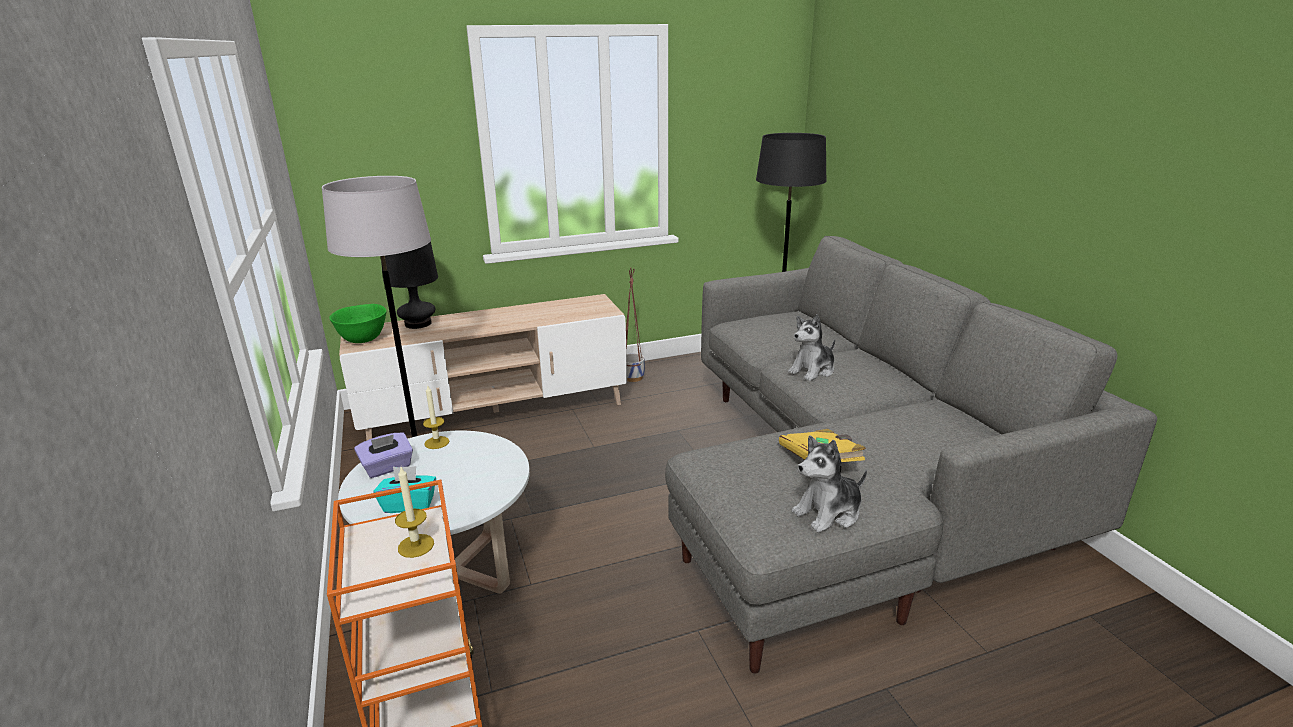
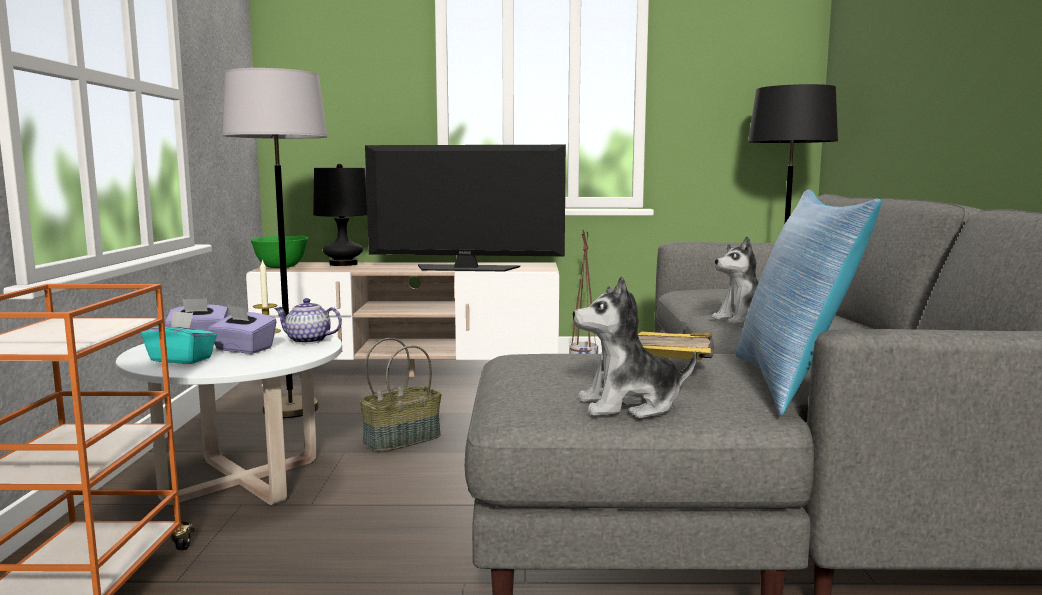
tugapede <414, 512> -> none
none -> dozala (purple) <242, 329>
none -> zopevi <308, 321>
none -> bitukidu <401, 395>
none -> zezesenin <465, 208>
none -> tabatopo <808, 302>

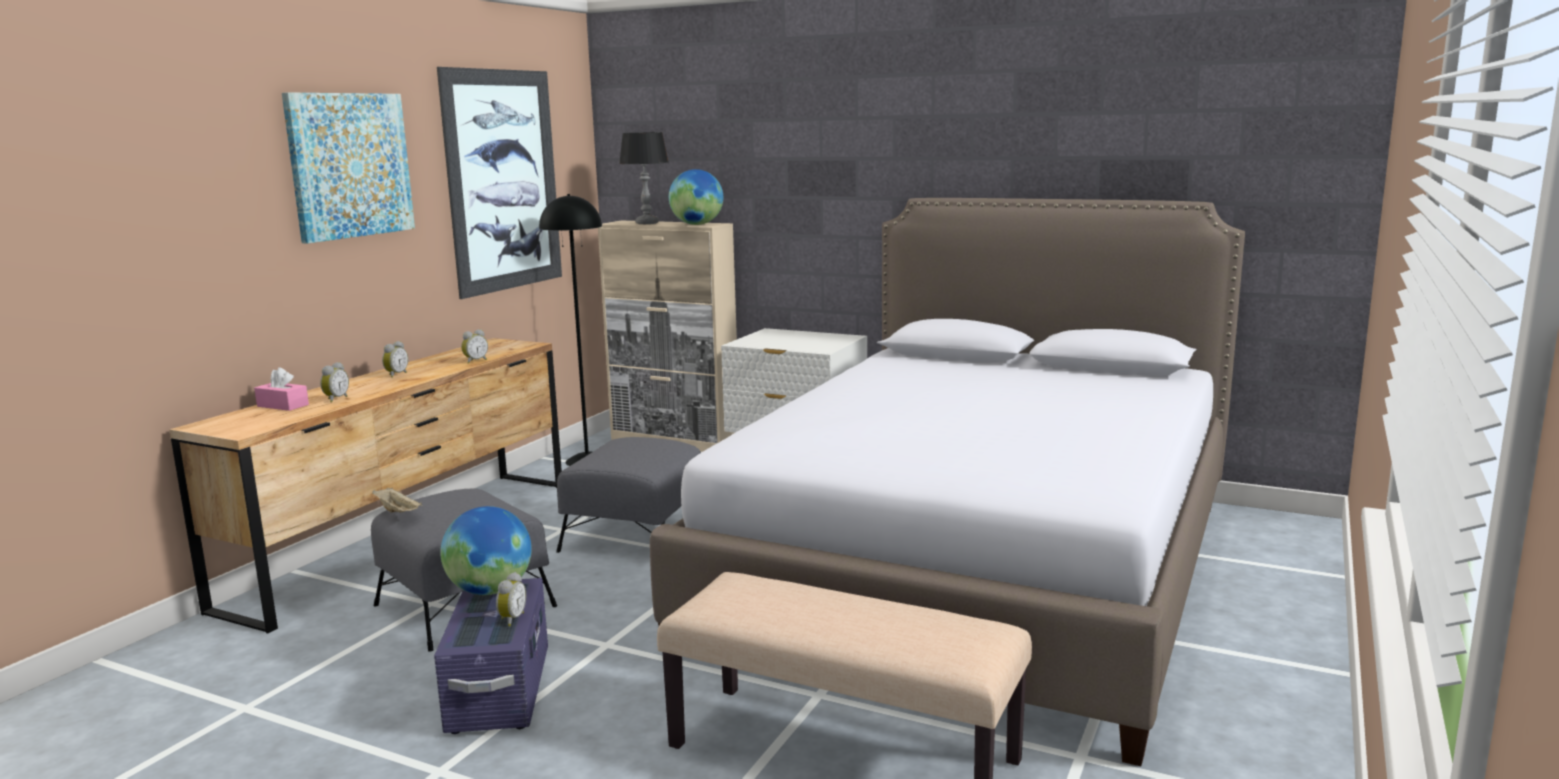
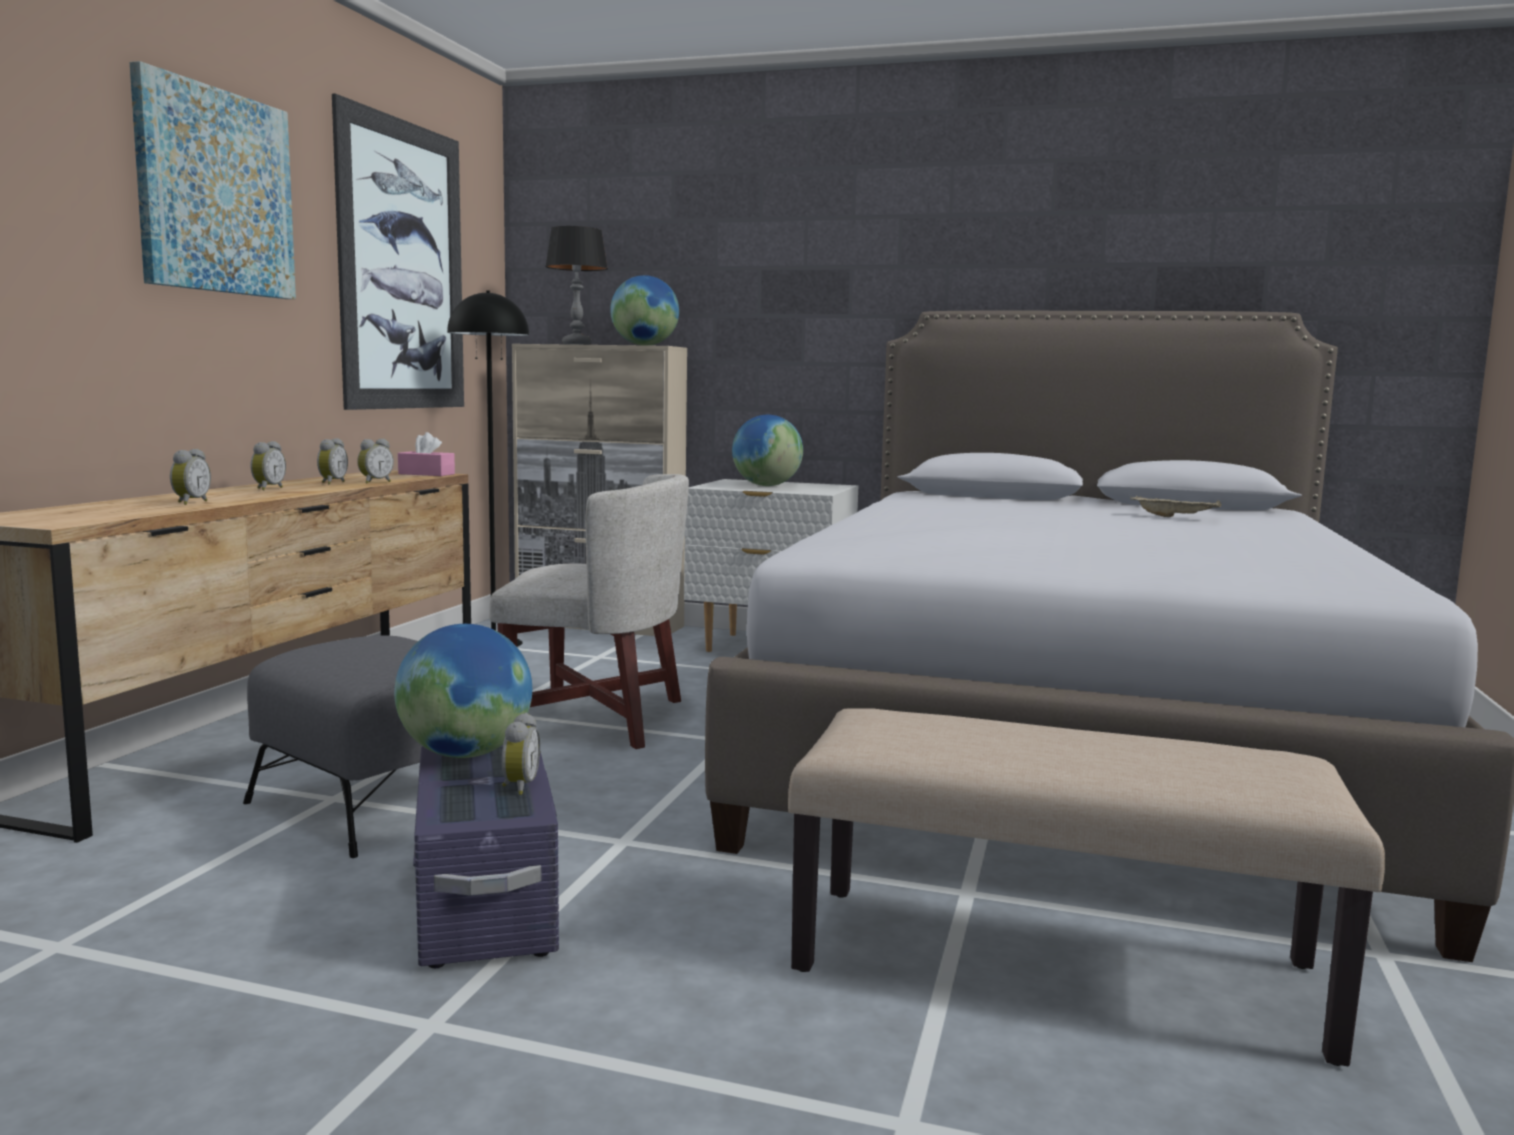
dozala (pink) <281, 389> -> dozala (pink) <426, 454>, moved
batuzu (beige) <397, 500> -> batuzu (beige) <1175, 506>, moved
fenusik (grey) <628, 495> -> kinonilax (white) <589, 611>
none -> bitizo <332, 461>
none -> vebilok <767, 450>

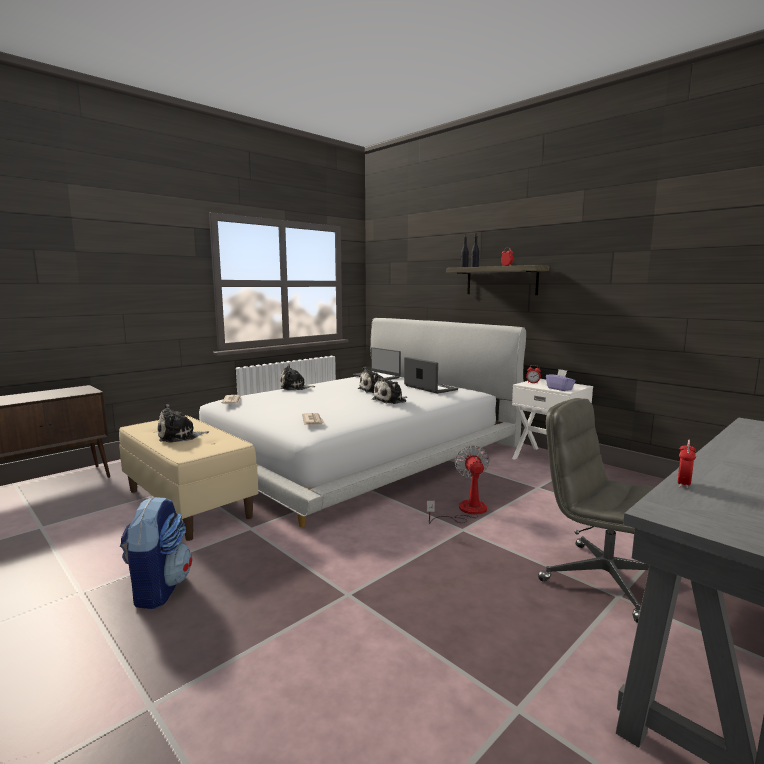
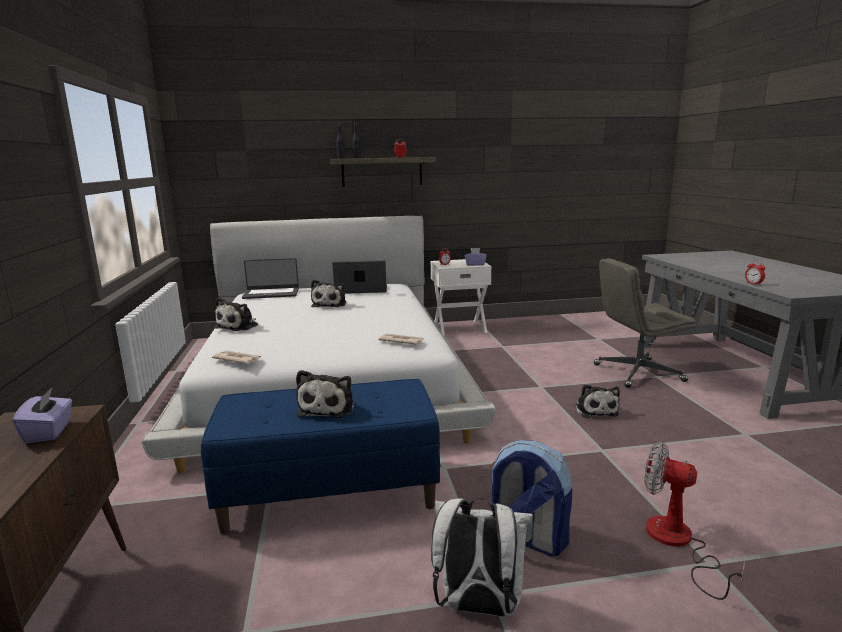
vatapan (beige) <188, 478> -> vatapan (blue) <320, 456>
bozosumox <389, 389> -> bozosumox <597, 401>, moved
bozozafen <458, 484> -> bozozafen <695, 521>, moved
none -> dozala (purple) <42, 415>
none -> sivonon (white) <482, 557>

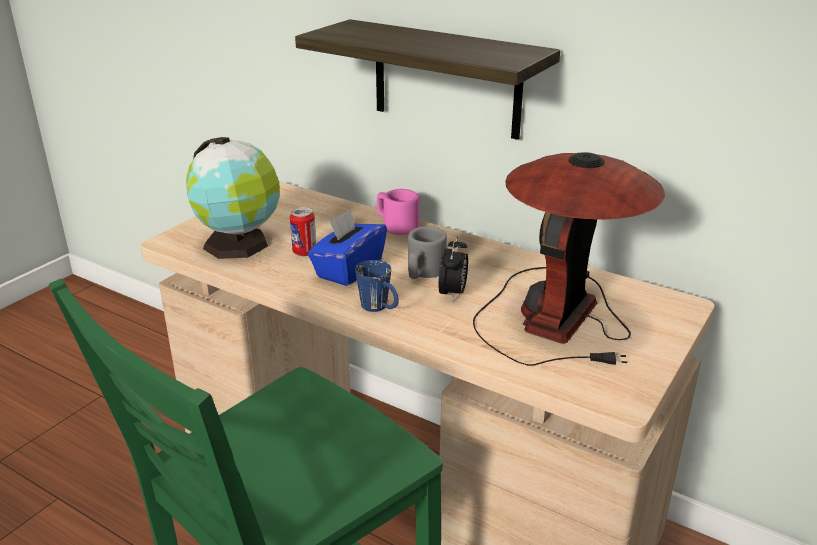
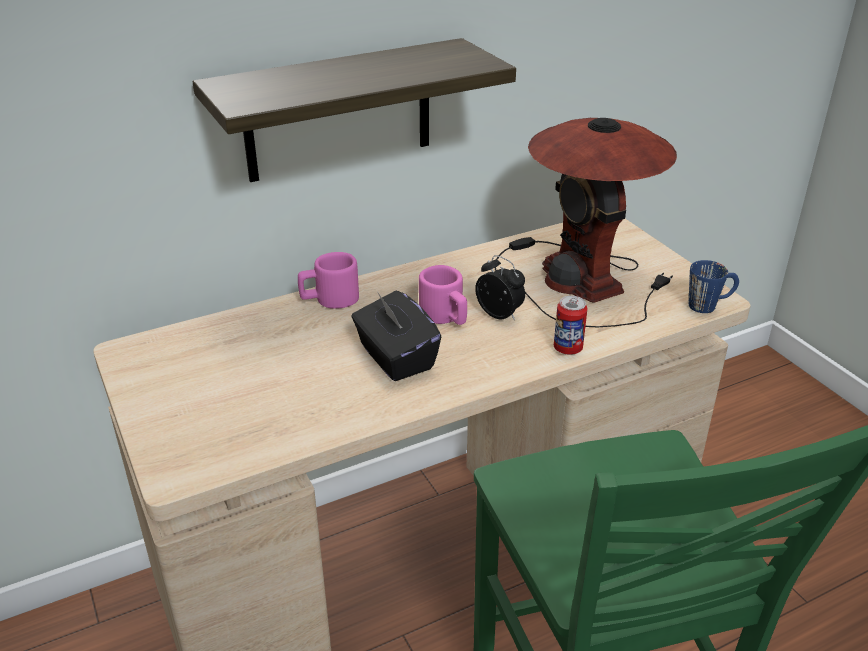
vebilok <233, 198> -> none
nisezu <303, 231> -> nisezu <570, 325>, moved
dozala (blue) <347, 247> -> dozala (black) <396, 336>
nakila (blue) <377, 286> -> nakila (blue) <714, 286>, moved
nakila (grey) <427, 252> -> nakila (pink) <443, 295>

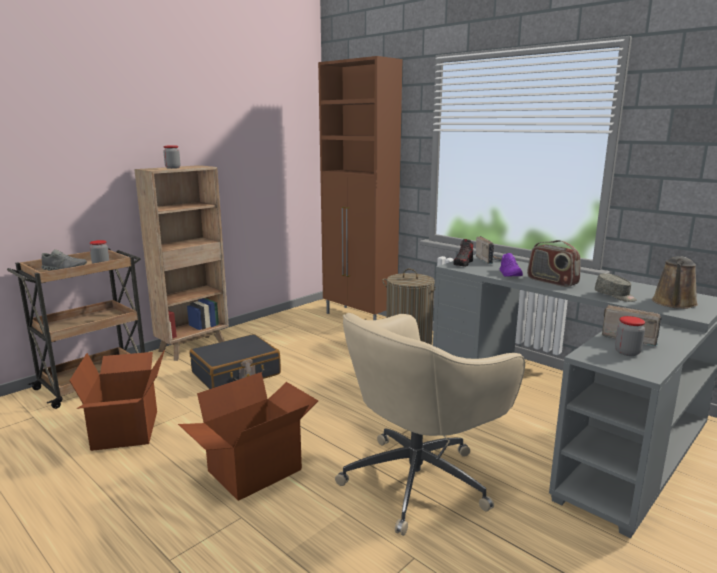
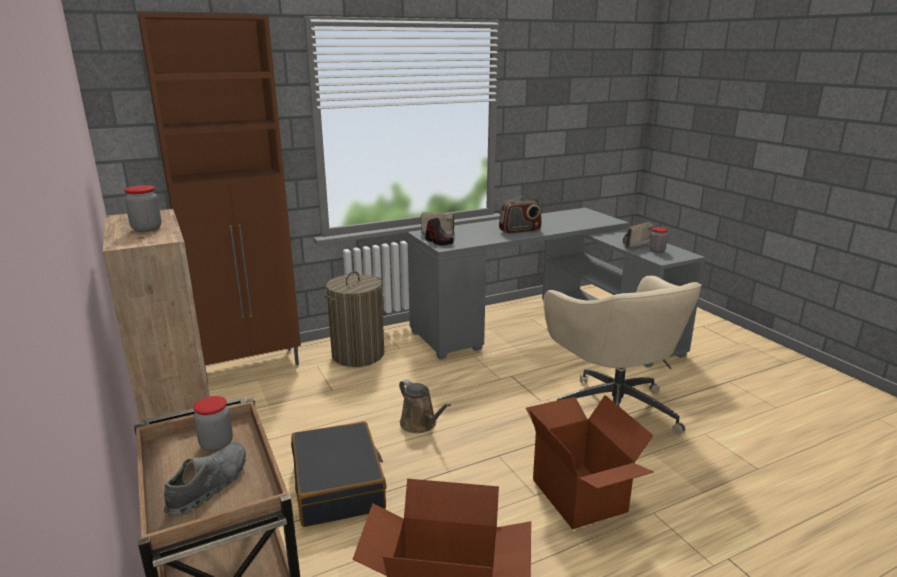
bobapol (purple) <511, 265> -> none
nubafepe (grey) <616, 287> -> none
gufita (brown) <675, 283> -> gufita (brown) <425, 406>, moved

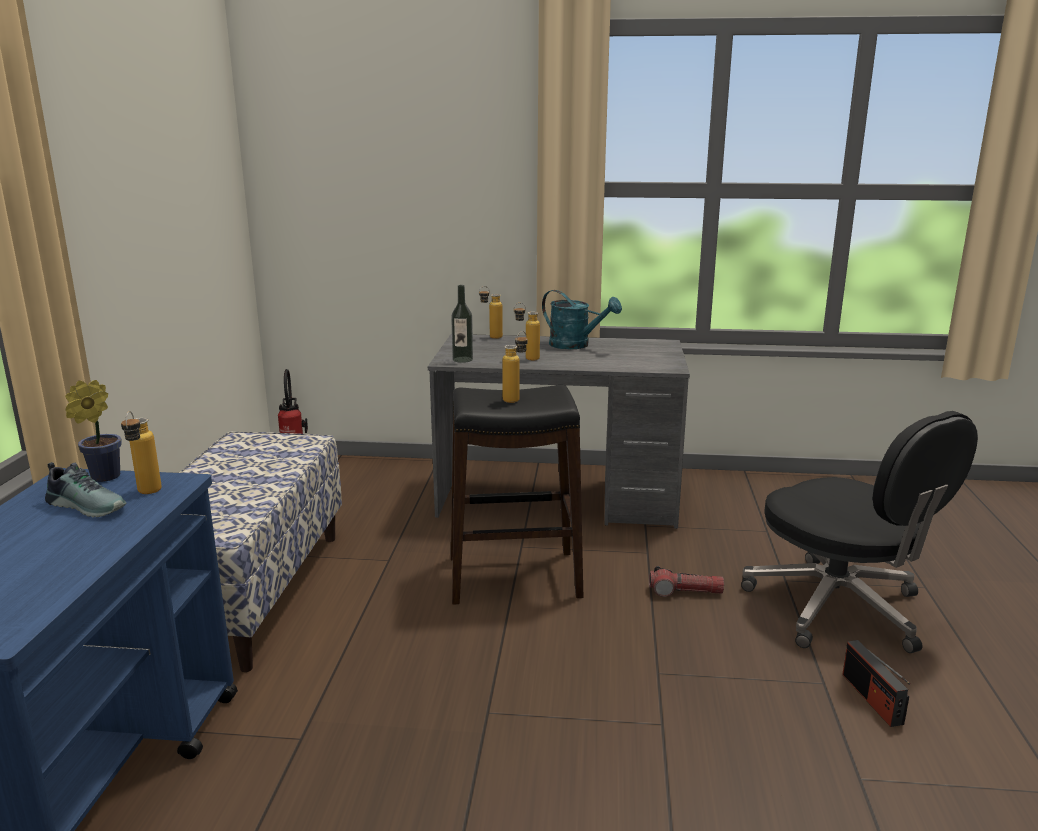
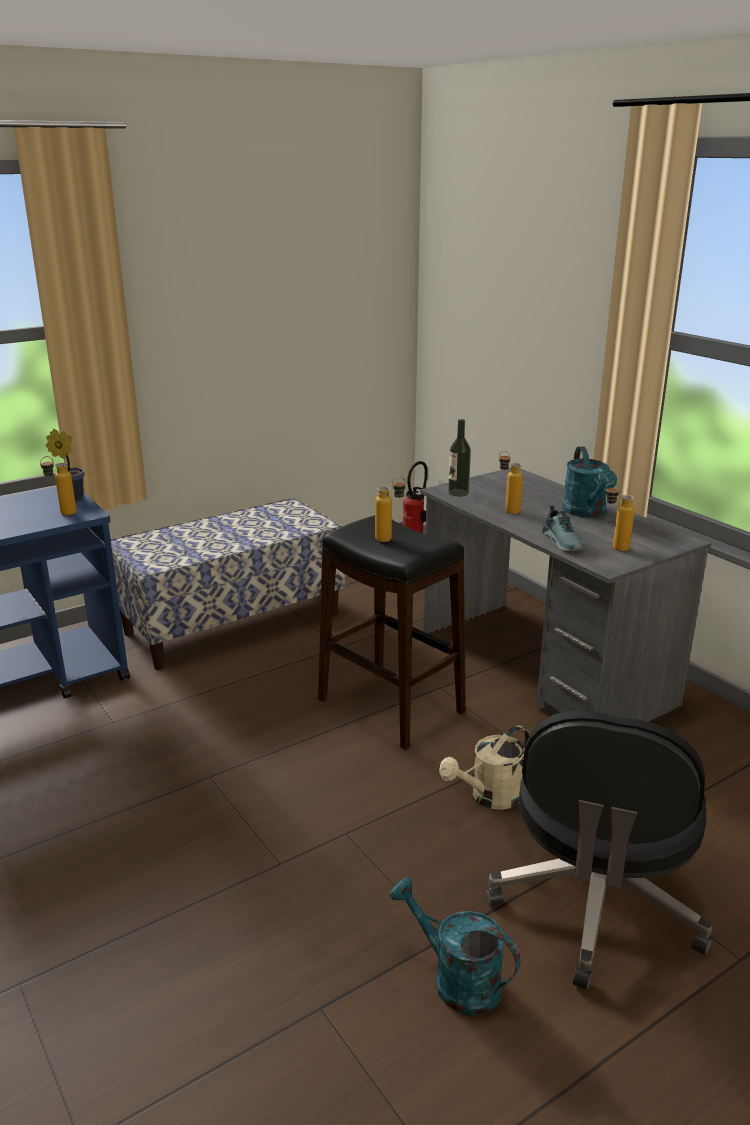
bobapol <85, 489> -> bobapol <563, 528>, moved
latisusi <491, 312> -> latisusi <620, 517>, moved
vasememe <686, 581> -> gufita (beige) <484, 767>
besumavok <876, 683> -> gufita (turquoise) <455, 946>

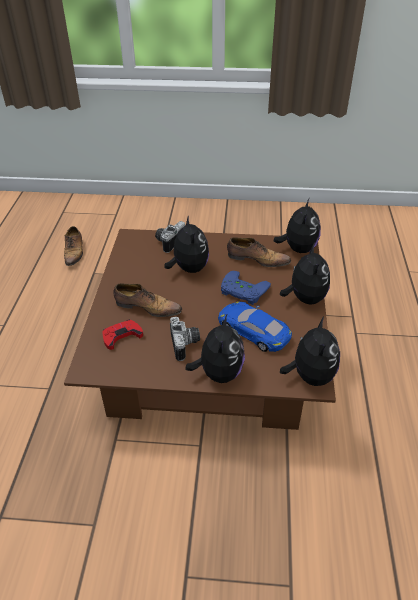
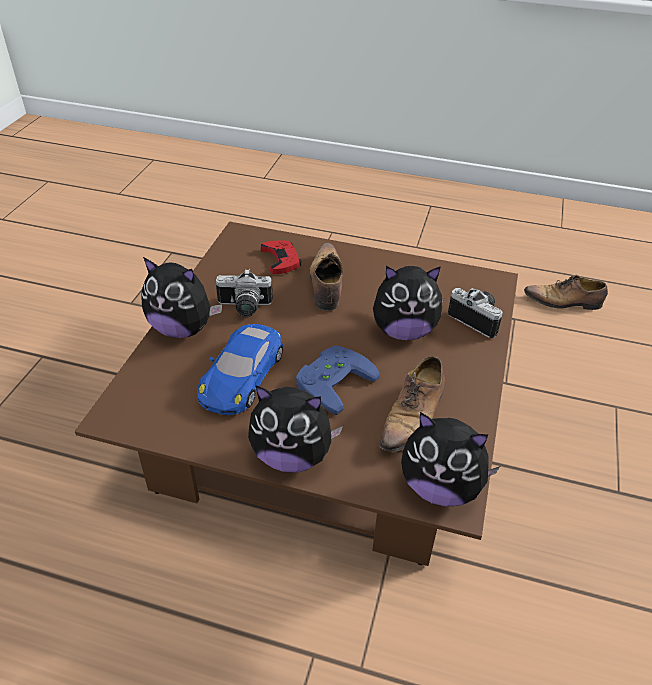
bobapol <147, 300> -> bobapol <326, 277>, 150 degrees clockwise
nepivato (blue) <255, 327> -> nepivato (blue) <240, 369>, 150 degrees clockwise
bozosumox <310, 351> -> none

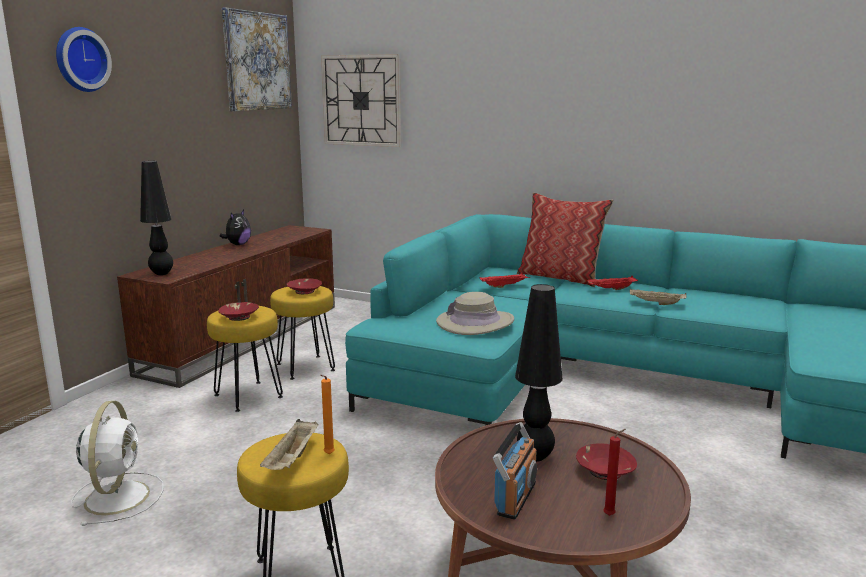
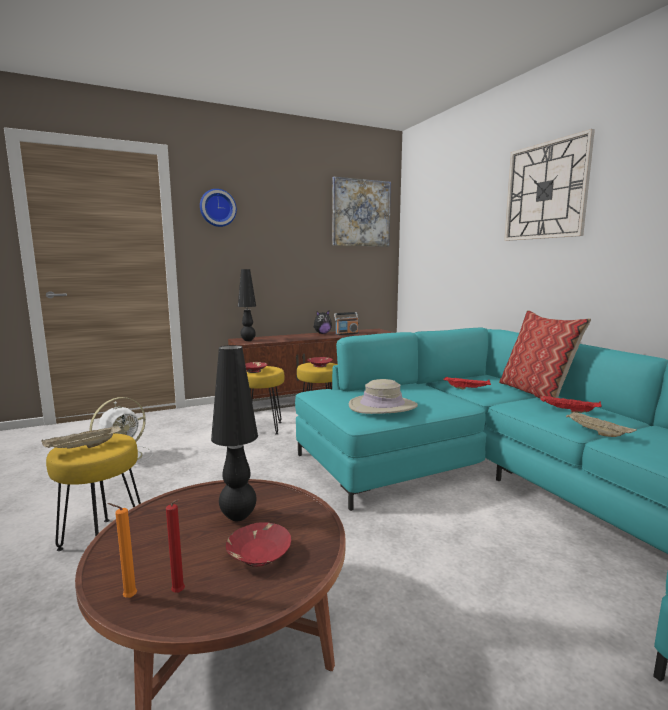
tugapede (orange) <327, 414> -> tugapede (orange) <122, 550>, moved
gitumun <361, 100> -> gitumun <549, 185>, moved
besumavok <515, 471> -> besumavok <346, 323>, moved

